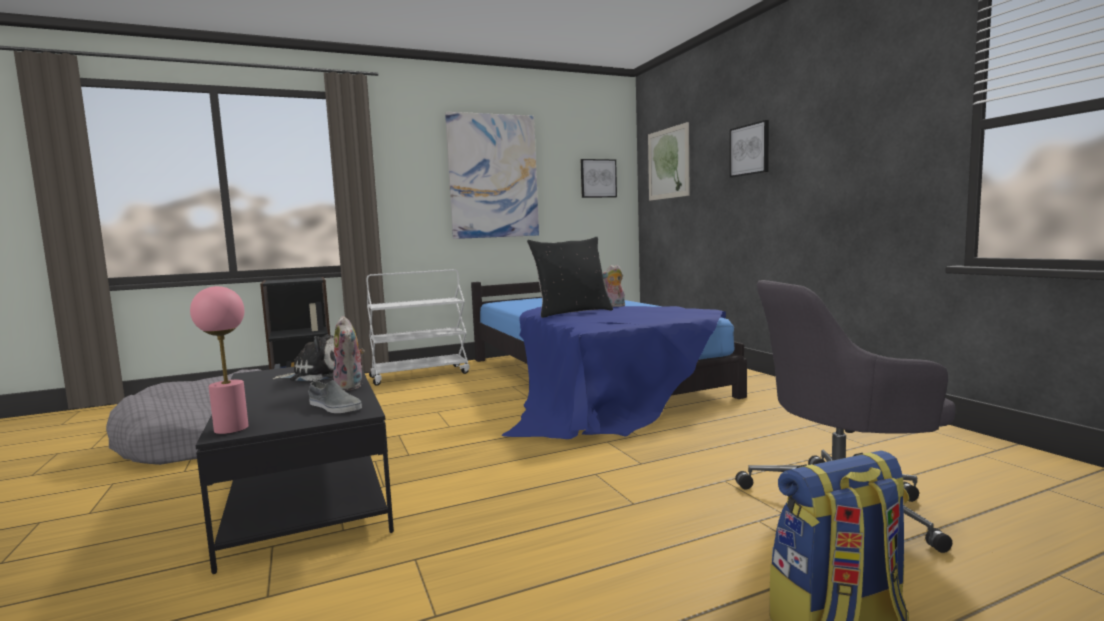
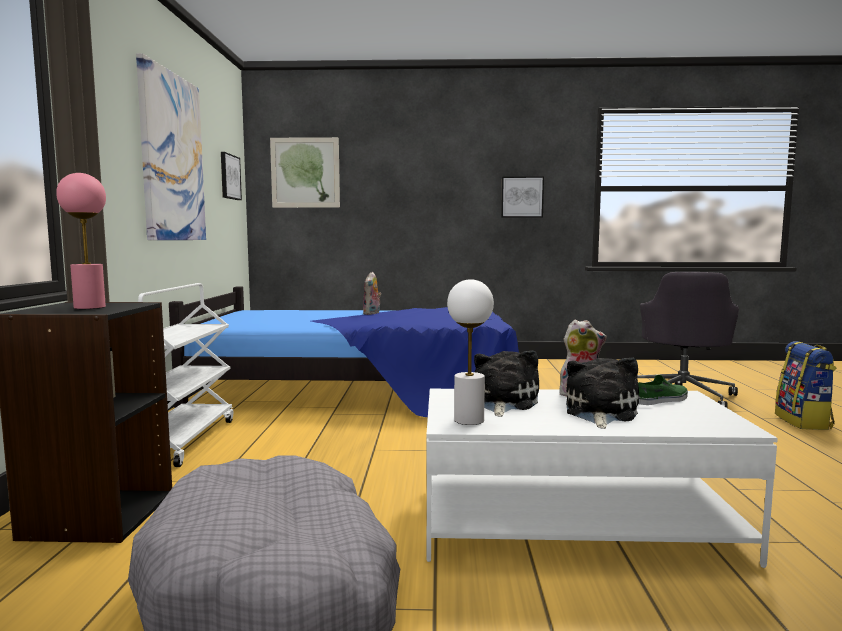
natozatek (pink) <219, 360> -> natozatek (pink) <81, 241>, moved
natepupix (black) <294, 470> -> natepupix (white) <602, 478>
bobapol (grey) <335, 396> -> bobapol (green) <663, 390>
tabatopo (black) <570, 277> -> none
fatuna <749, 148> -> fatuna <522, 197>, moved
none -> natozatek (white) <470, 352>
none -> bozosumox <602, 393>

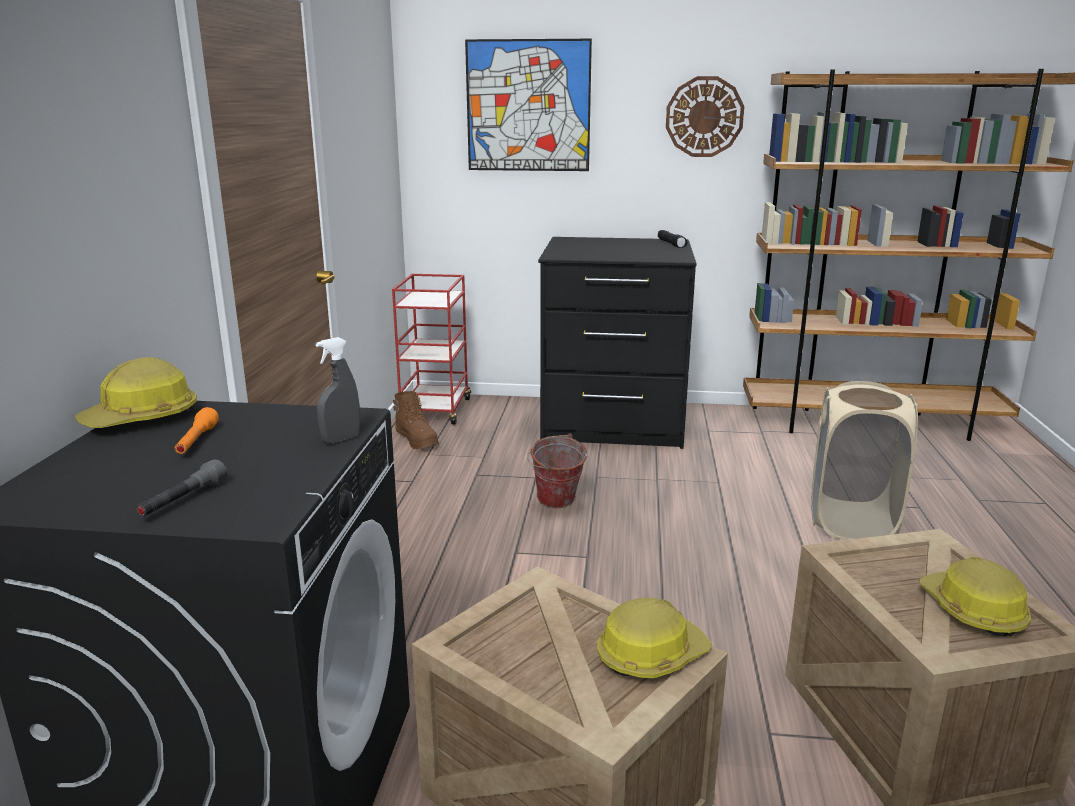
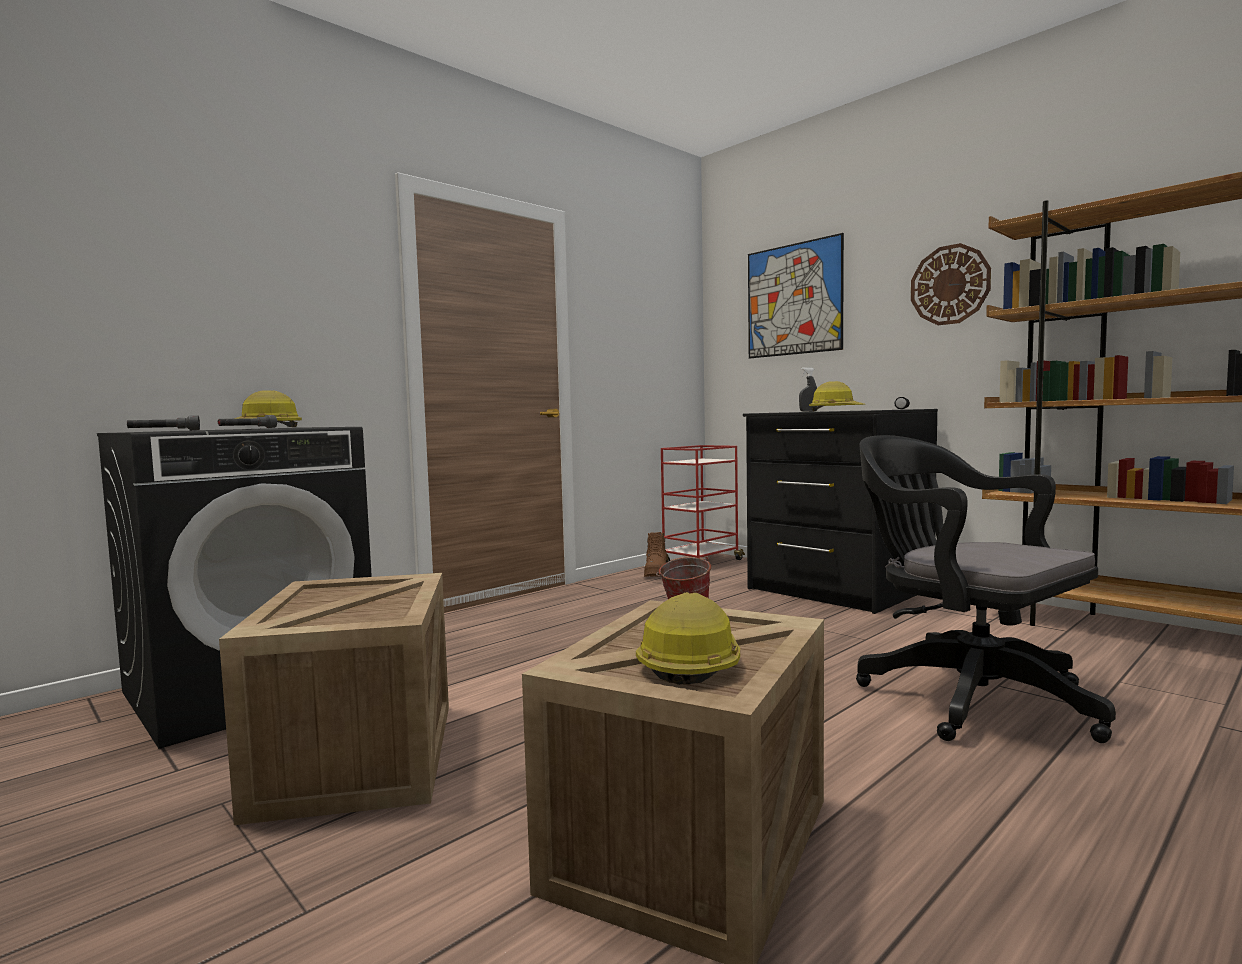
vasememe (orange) <197, 430> -> vasememe (grey) <247, 421>
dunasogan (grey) <338, 390> -> dunasogan (grey) <808, 389>, moved
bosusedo <654, 637> -> bosusedo <837, 396>, moved
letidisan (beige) <864, 460> -> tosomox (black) <986, 589>

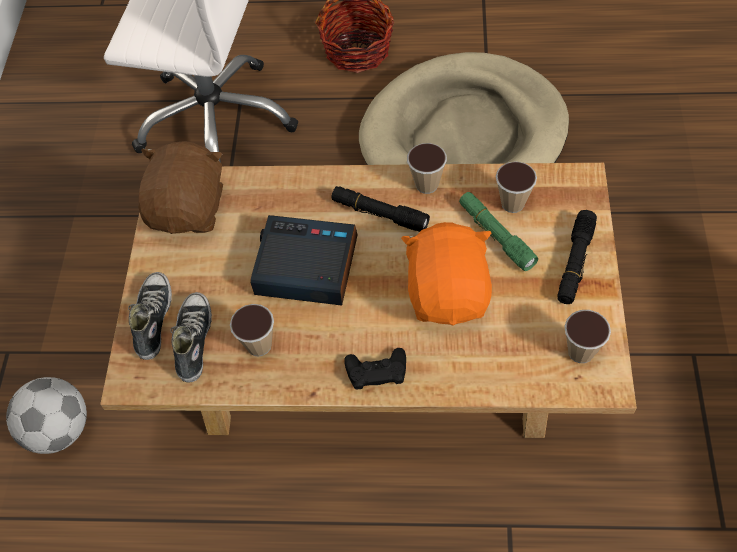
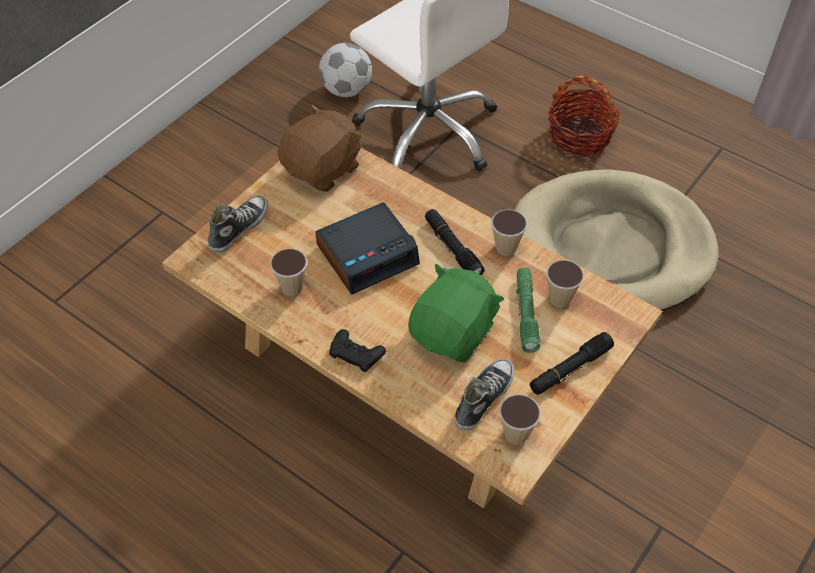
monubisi <46, 415> -> monubisi <345, 70>, moved
bobapol <191, 337> -> bobapol <484, 395>, moved
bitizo <304, 260> -> bitizo <367, 248>, 105 degrees clockwise
bozosumox (orange) <446, 274> -> bozosumox (green) <456, 313>

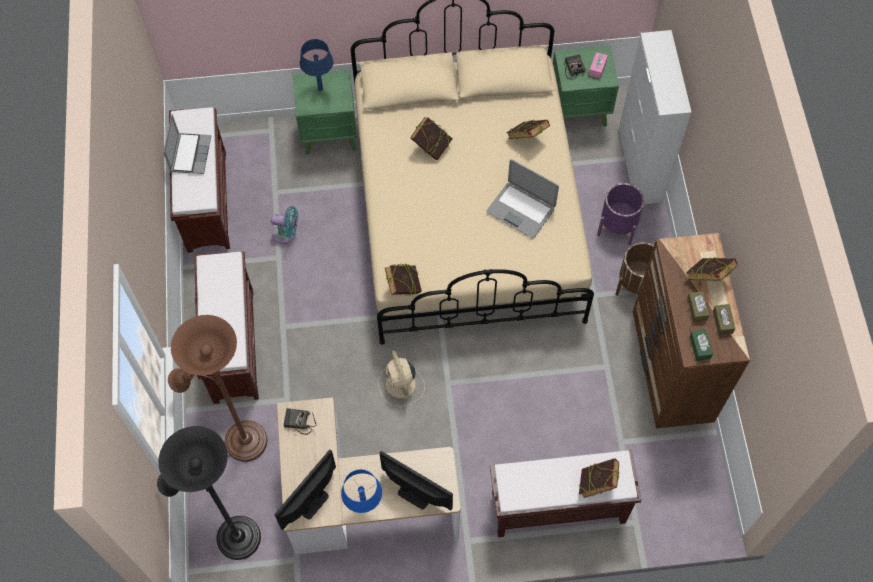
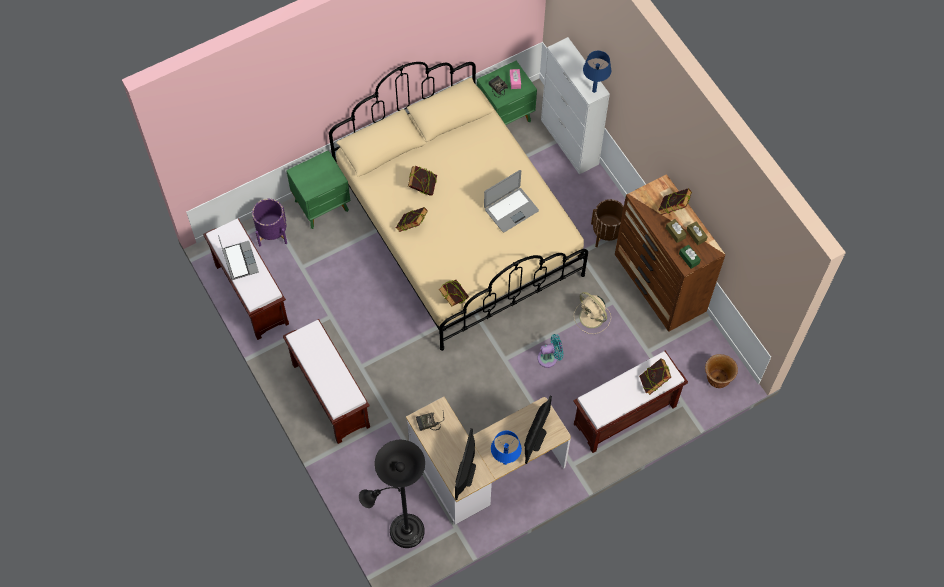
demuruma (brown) <217, 388> -> none
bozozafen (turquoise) <284, 225> -> bozozafen (turquoise) <550, 351>, moved
natozatek (blue) <317, 65> -> natozatek (blue) <597, 72>, moved
bozozafen (beige) <402, 379> -> bozozafen (beige) <592, 313>, moved
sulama <416, 480> -> sulama <538, 430>, 105 degrees clockwise
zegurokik <522, 199> -> zegurokik <511, 201>, 45 degrees counterclockwise
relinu <528, 129> -> relinu <412, 219>, moved
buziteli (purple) <620, 214> -> buziteli (purple) <269, 222>, moved
none -> buziteli (brown) <721, 371>

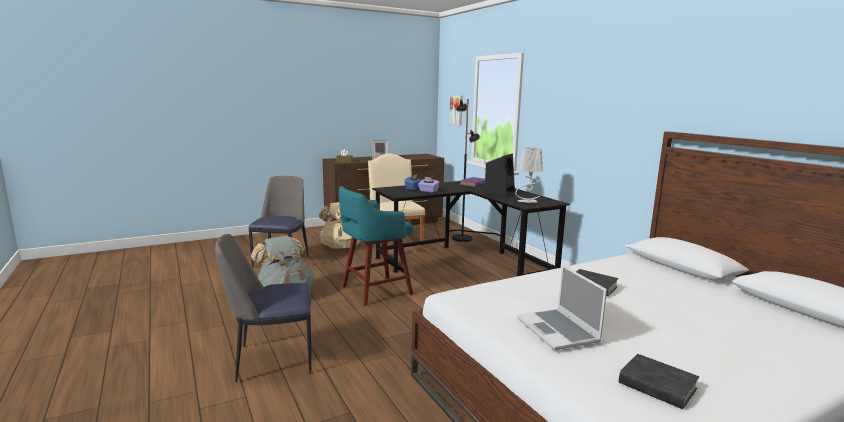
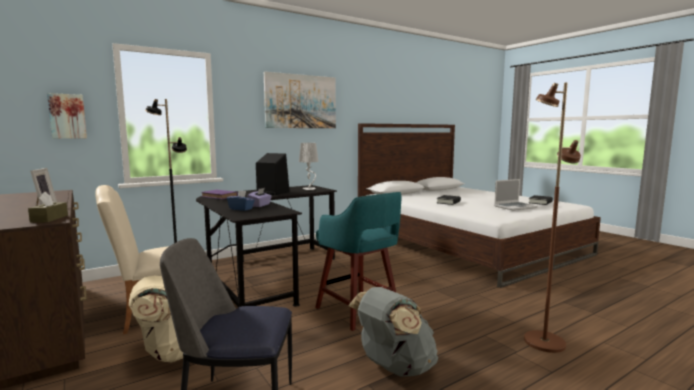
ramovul <263, 308> -> demuruma (brown) <552, 217>
none -> fatuna <300, 100>

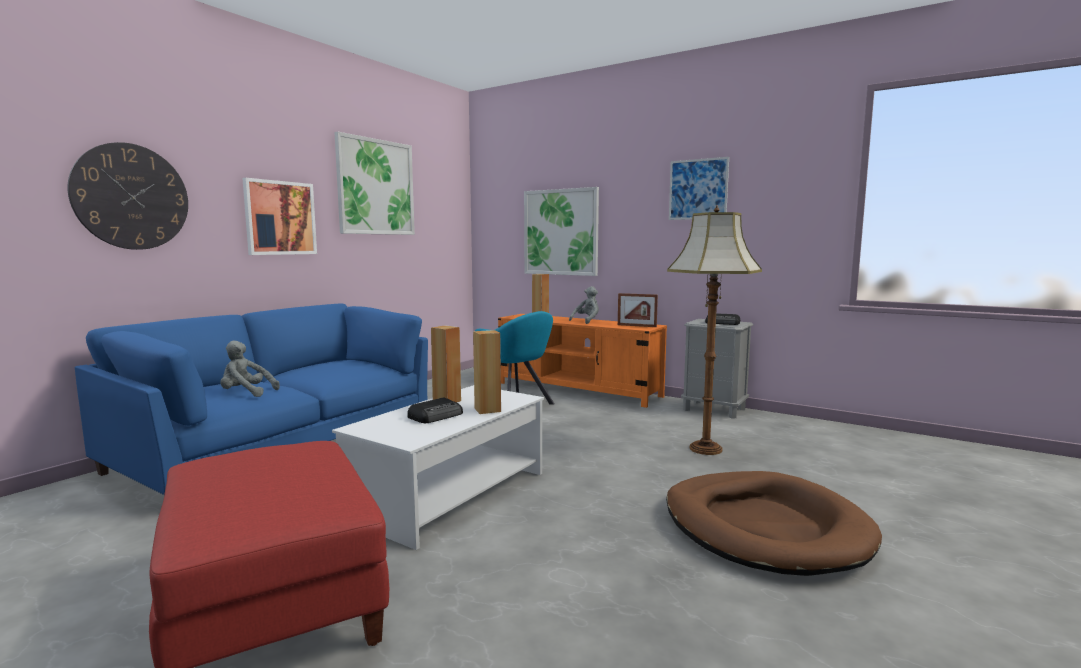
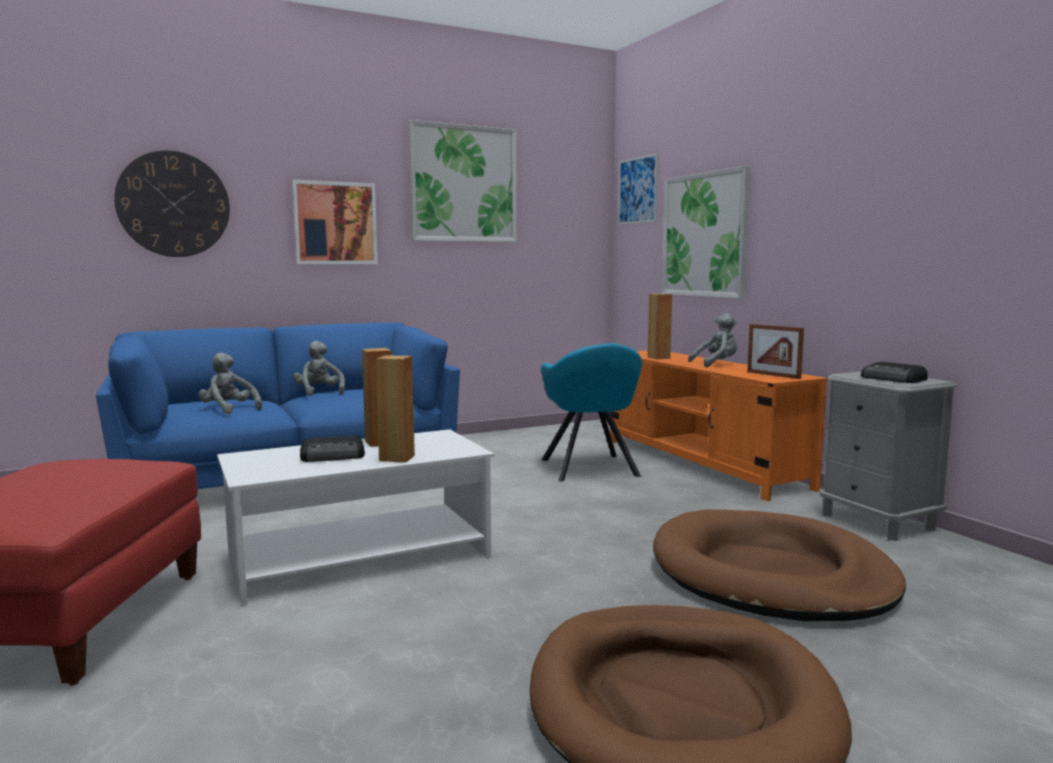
demuruma <714, 330> -> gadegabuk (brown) <779, 565>
fatuna <699, 188> -> fatuna <638, 189>, moved
none -> bozosumox (grey) <319, 368>

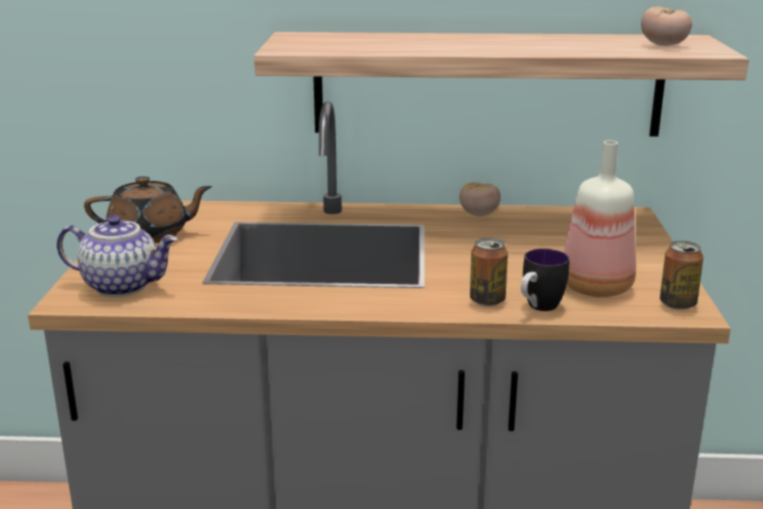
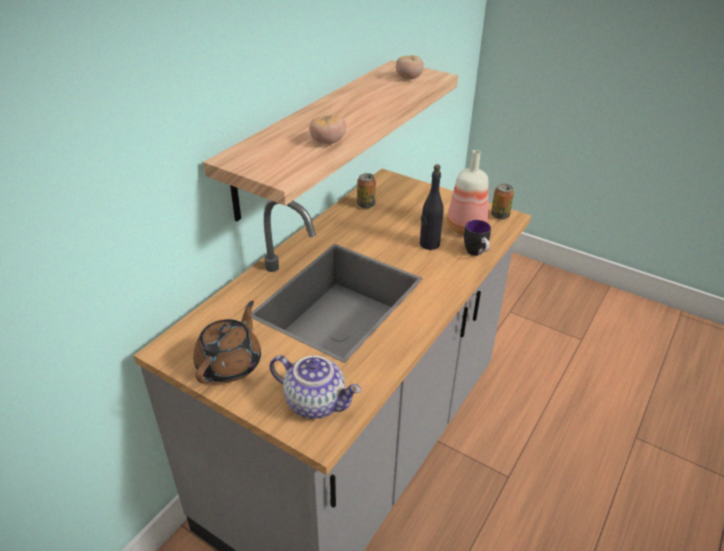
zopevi <117, 256> -> zopevi <315, 387>, 75 degrees clockwise
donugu <480, 199> -> donugu <327, 129>, moved
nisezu <489, 272> -> nisezu <366, 191>, moved
none -> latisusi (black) <432, 207>

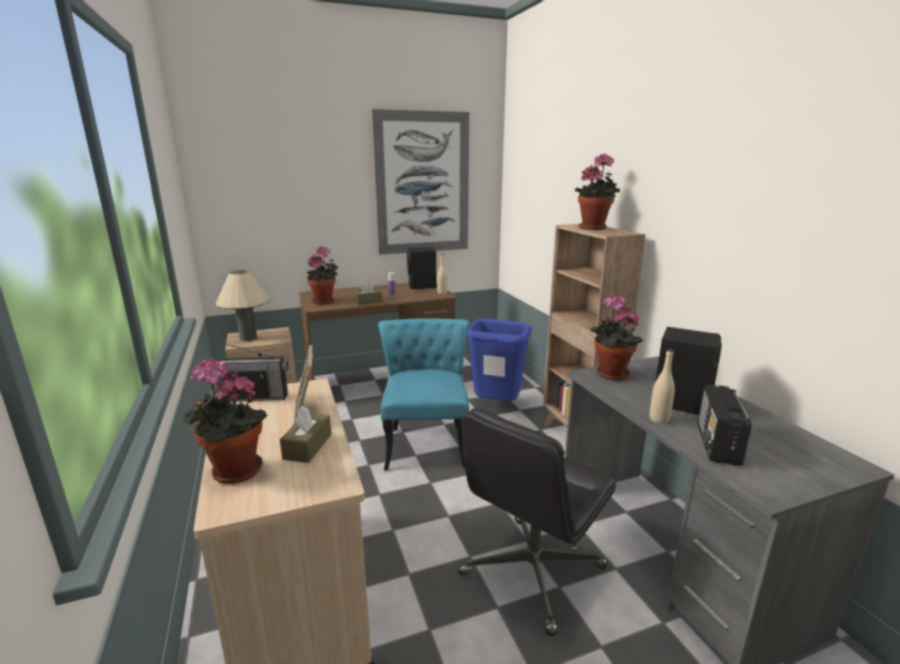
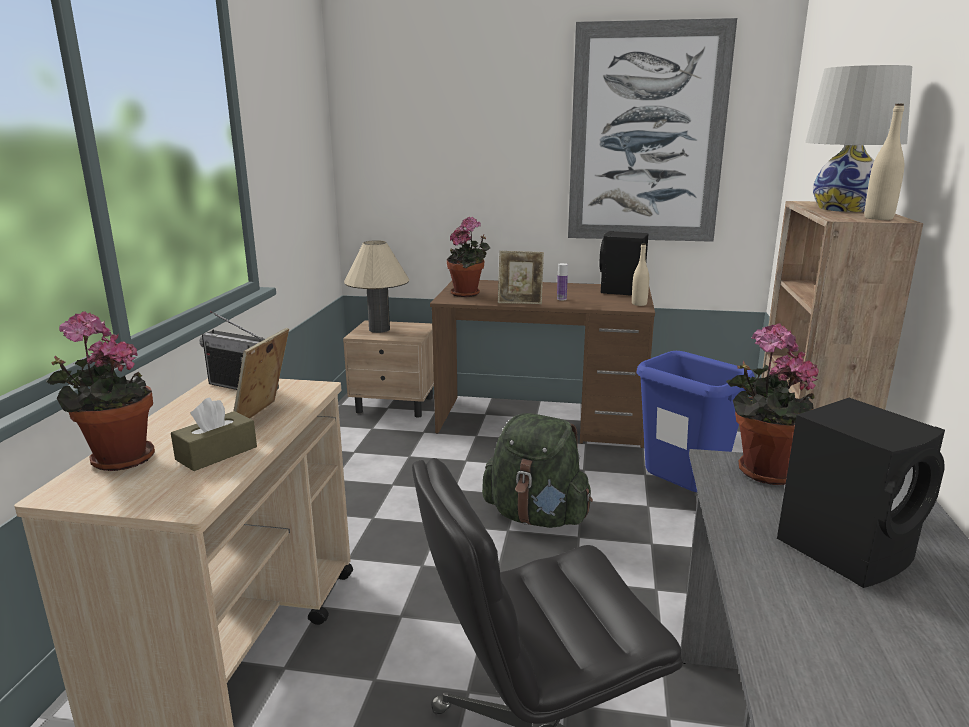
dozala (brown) <367, 293> -> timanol <521, 277>
ramovul (turquoise) <424, 394> -> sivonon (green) <537, 470>
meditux <597, 191> -> natozatek (white) <858, 138>
latisusi (beige) <662, 386> -> latisusi (beige) <884, 162>, moved
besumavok <724, 425> -> none

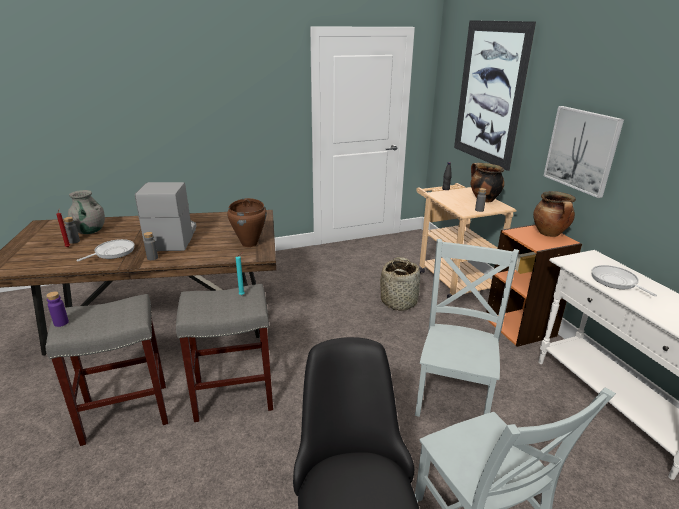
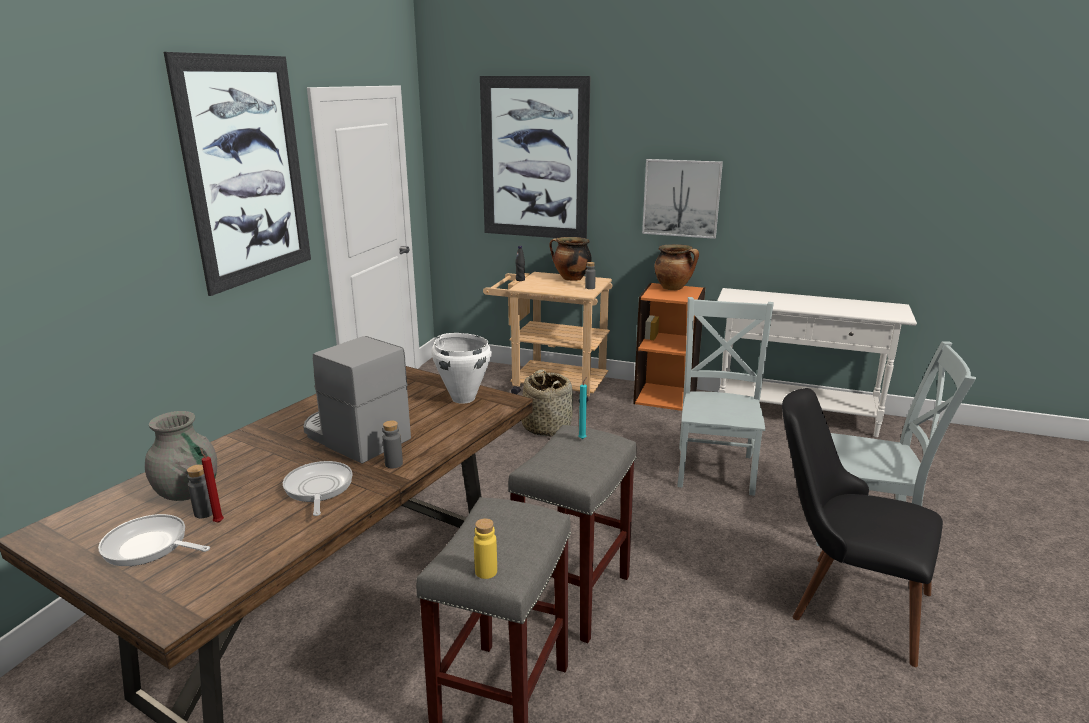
latisusi (purple) <57, 309> -> latisusi (yellow) <485, 548>
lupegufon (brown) <247, 222> -> lupegufon (white) <461, 368>
ramovul (grey) <467, 328> -> ramovul (grey) <725, 396>, 45 degrees clockwise
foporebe <624, 280> -> foporebe <154, 540>, moved
none -> fatuna <237, 174>

